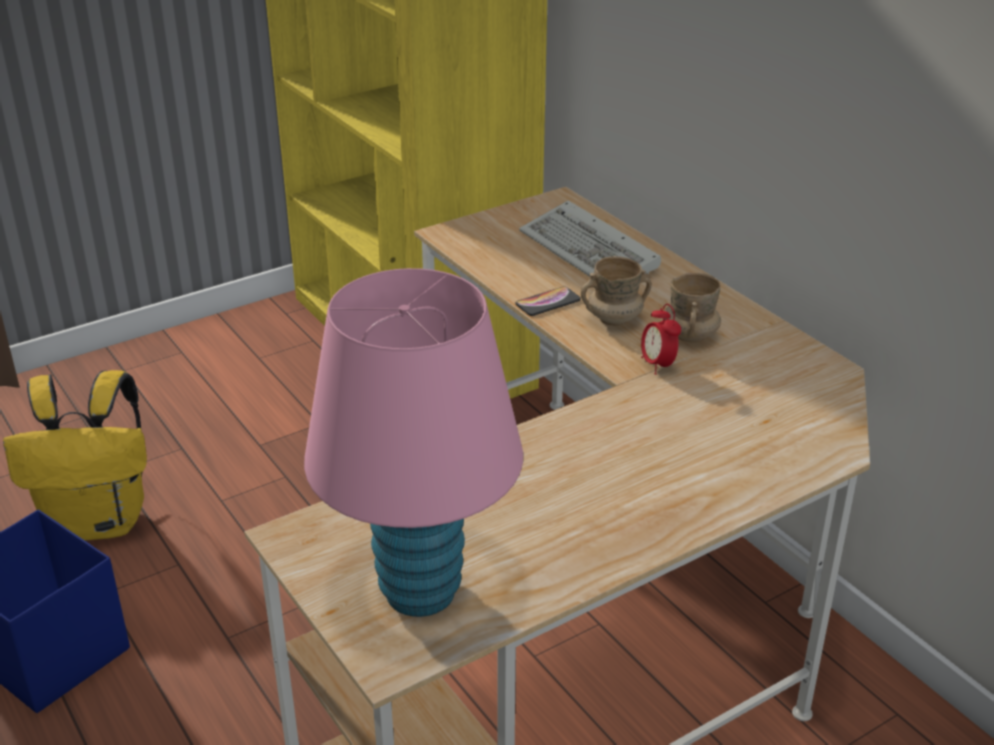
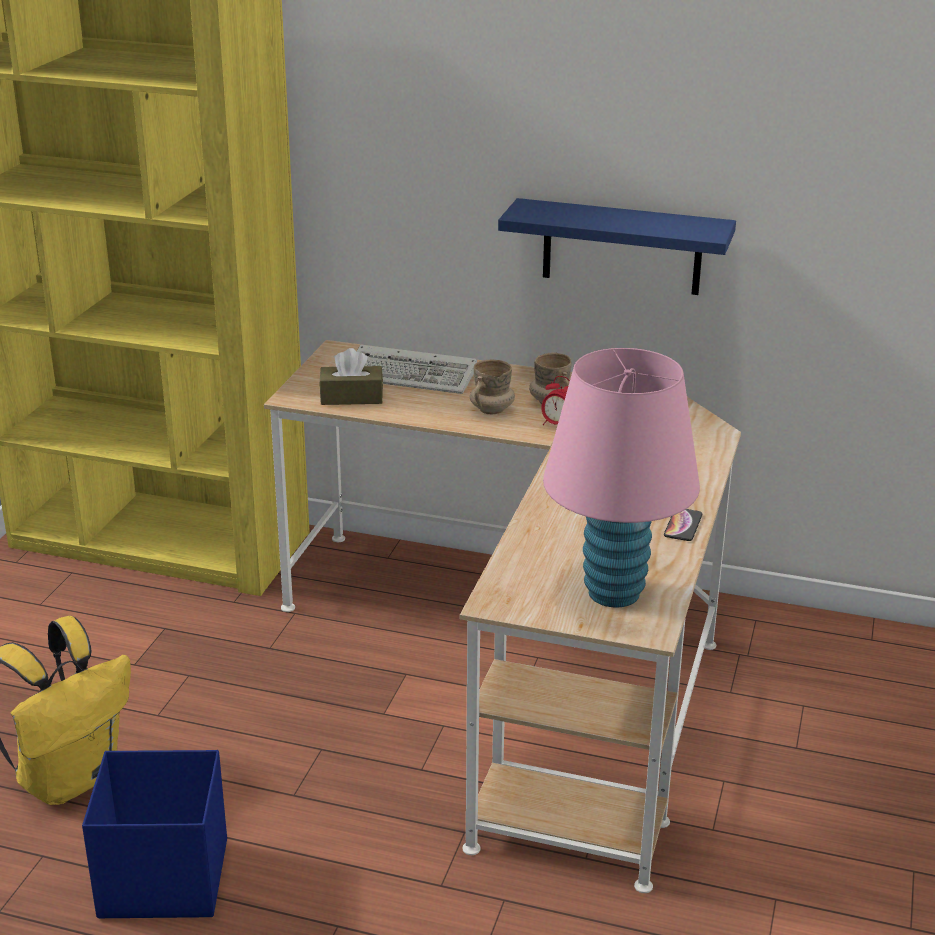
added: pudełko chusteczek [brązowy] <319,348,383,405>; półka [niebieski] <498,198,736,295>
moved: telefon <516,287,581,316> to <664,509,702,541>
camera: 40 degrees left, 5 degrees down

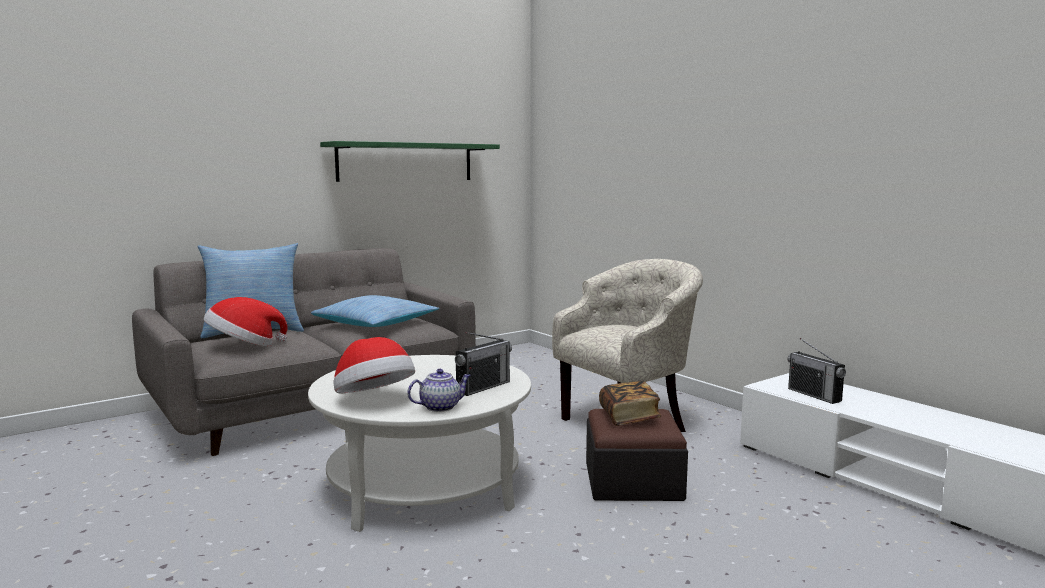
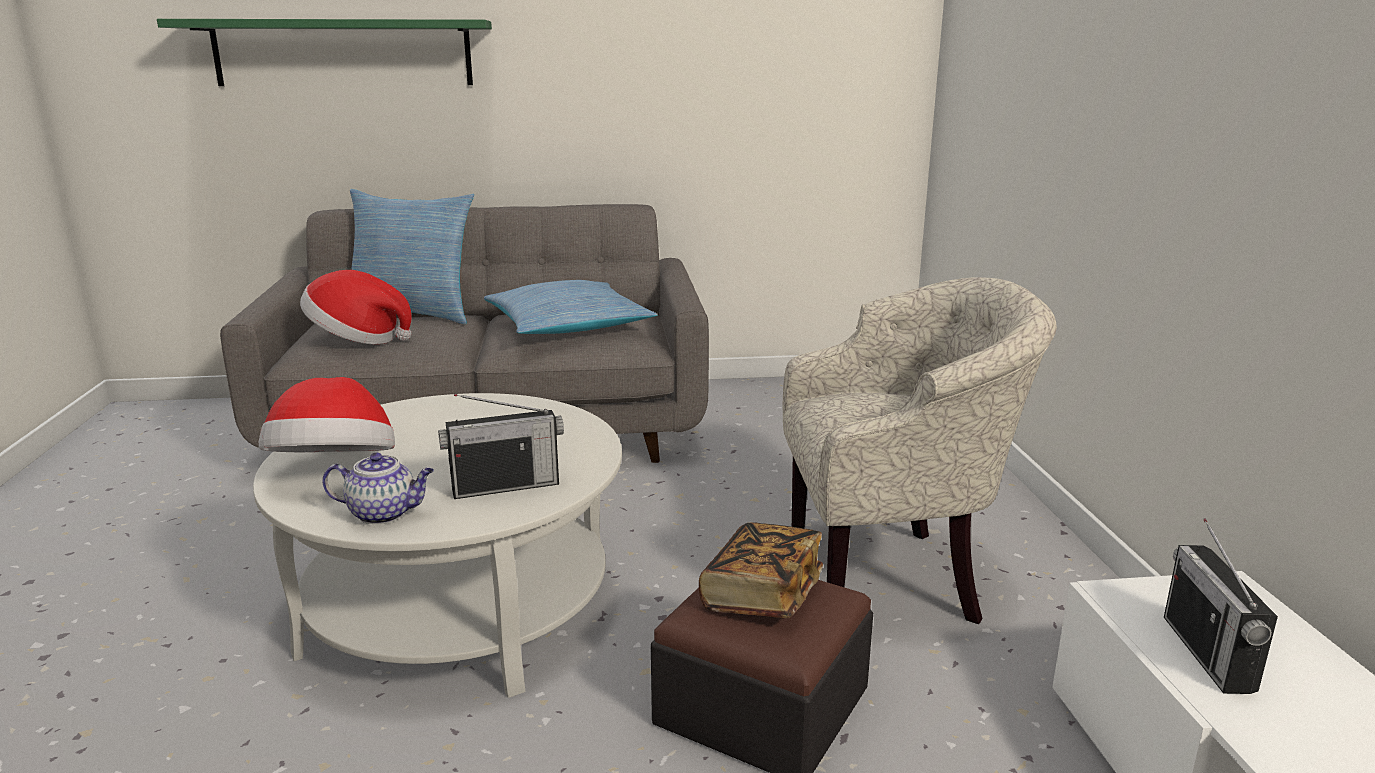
moved: półka [zielony] <320,141,500,182> to <157,19,492,86>
camera: 30 degrees right, 10 degrees up

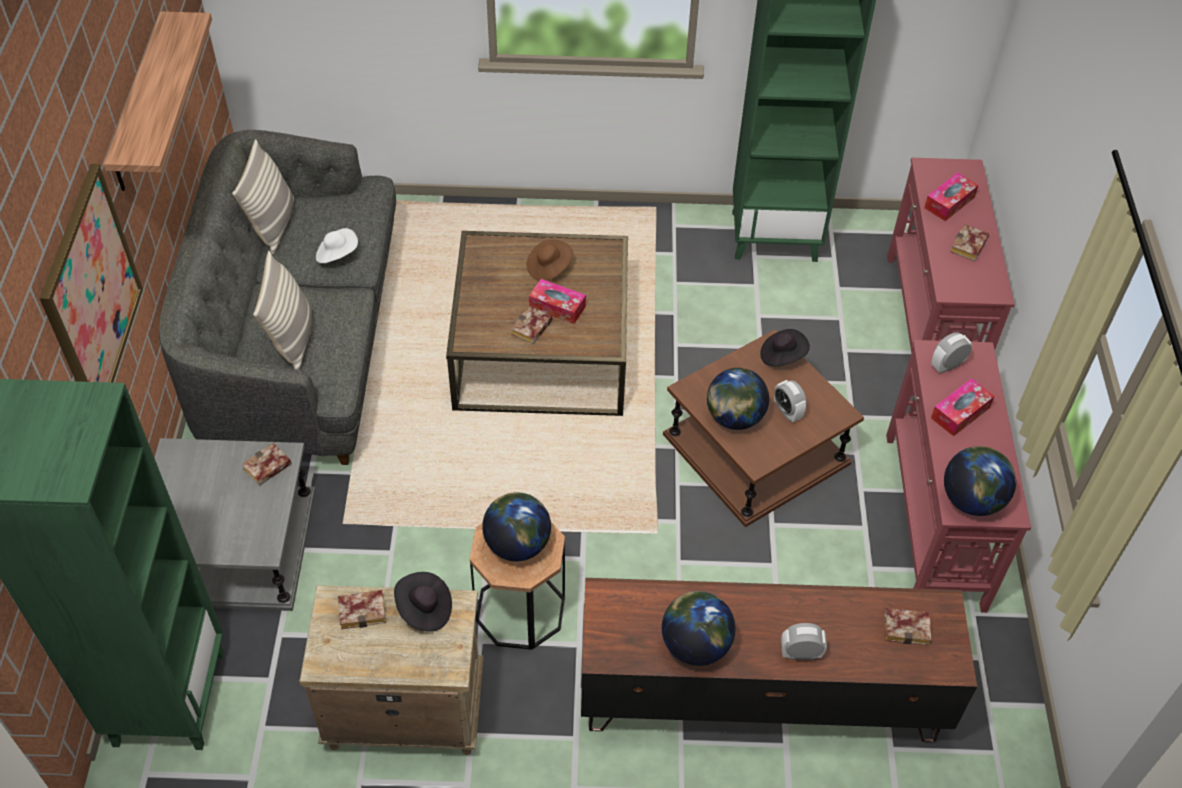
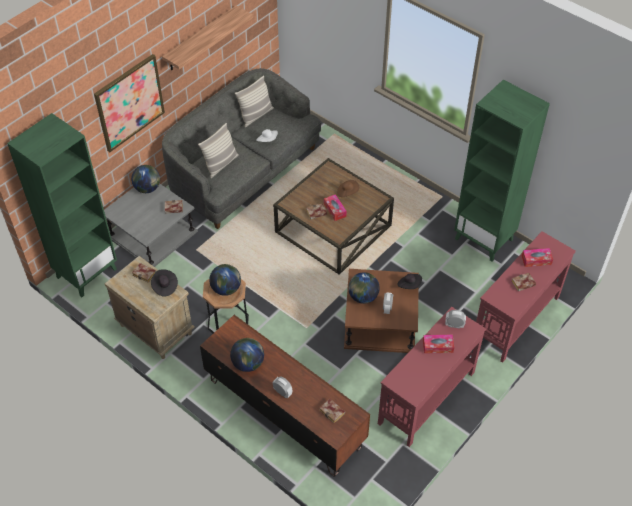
moved: globus <944,446,1016,516> to <131,165,160,193>
camera: 40 degrees right, 0 degrees up

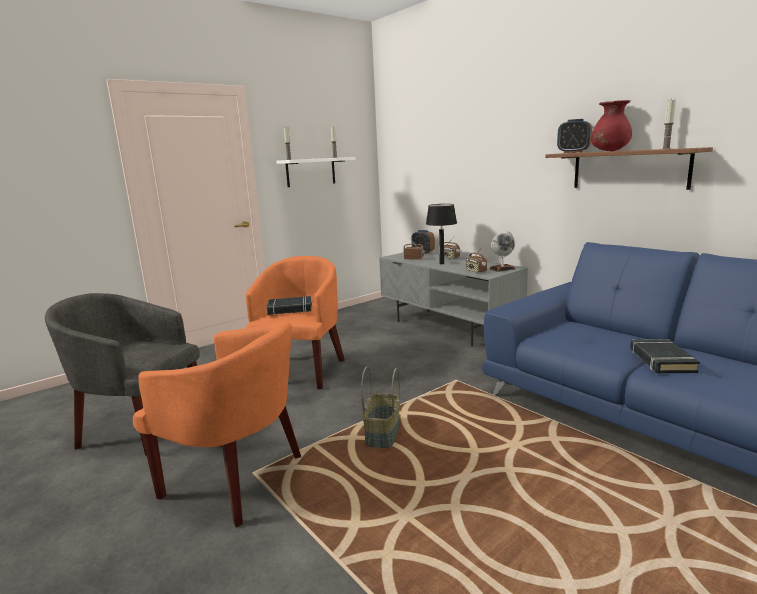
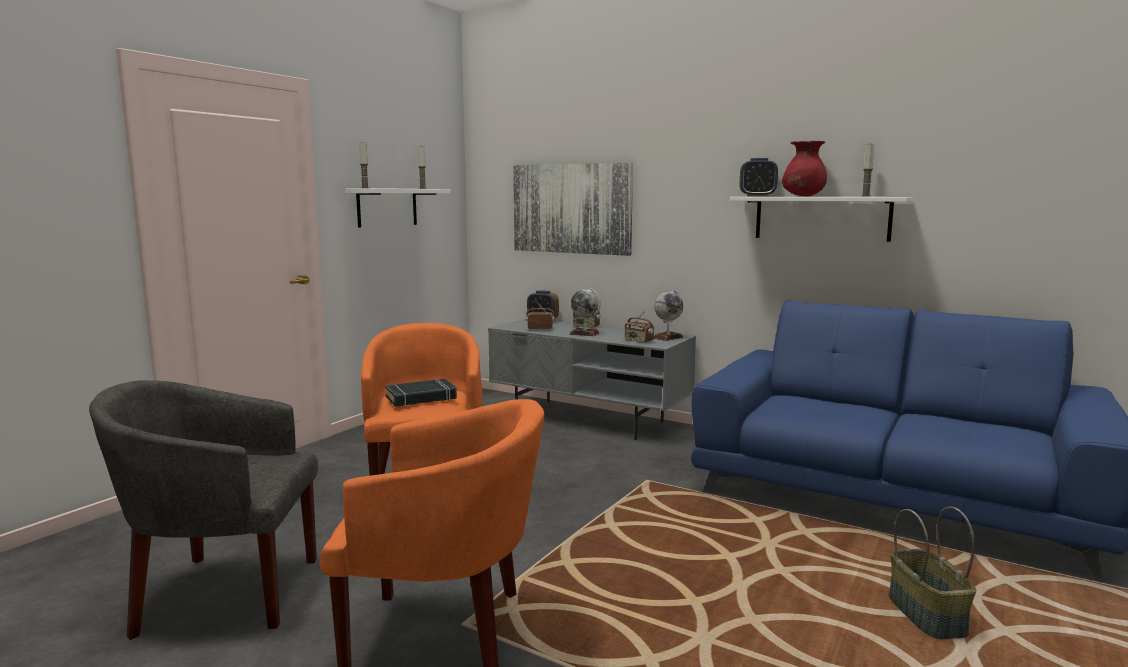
removed: książka [czarny] <630,339,700,373>
added: obraz <513,162,633,256>
moved: koszyk <361,366,400,449> to <889,507,976,640>
replaced: lampa stołowa [czarny] <426,204,457,264> to globus <569,288,601,336>
recoloured: półka [brązowy] <545,147,713,190> to półka [biały] <730,197,913,242>
camera: 20 degrees left, 5 degrees down

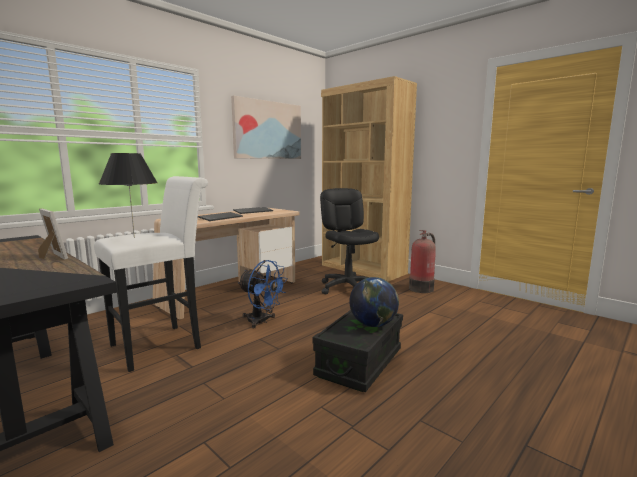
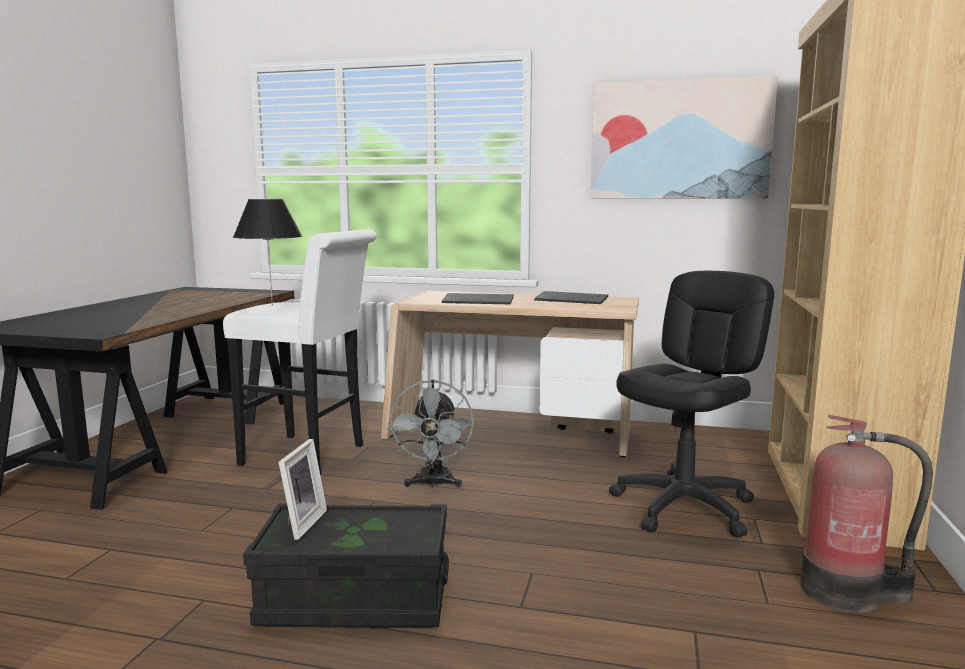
removed: globus <349,277,399,327>
moved: ramka na zdjęcie <38,208,68,259> to <279,439,327,540>
recoloured: wentylator [niebieski] <238,260,288,329> to wentylator [szary] <388,380,474,489>
camera: 60 degrees right, 0 degrees up

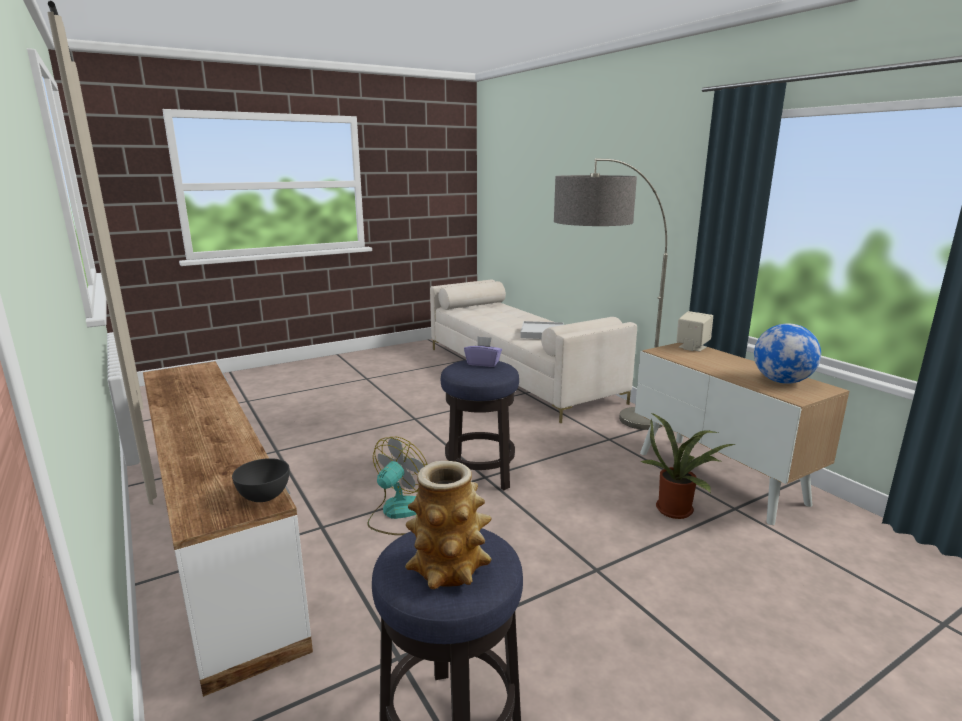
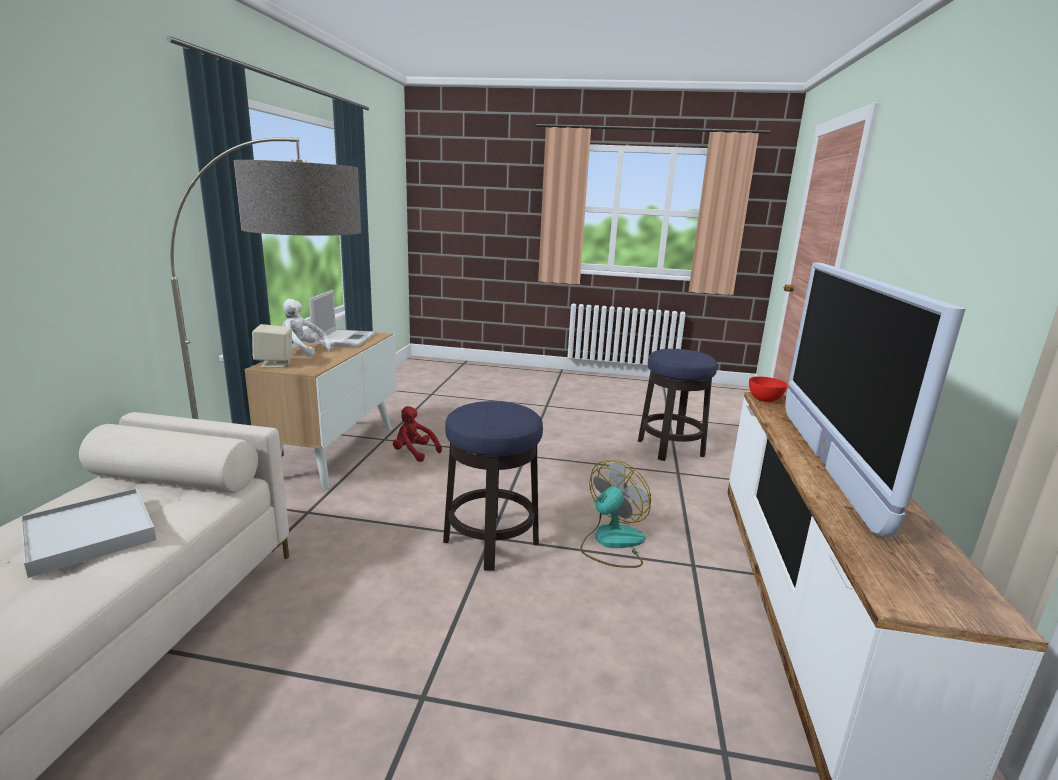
removed: wazon <405,461,492,589>; pudełko chusteczek [fioletowy] <464,336,502,367>
added: pluszak [biały] <283,299,333,357>; telewizor <786,262,965,538>
replaced: globus <754,324,821,384> to laptop <309,290,375,347>; roślina doniczkowa <640,413,735,519> to pluszak [czerwony] <393,406,442,462>
recoloured: miska [szary] <232,458,290,502> to miska [czerwony] <749,376,788,402>
turned: wentylator <367,437,428,535> = <581,460,651,568> 150 degrees clockwise
camera: 140 degrees left, 0 degrees up

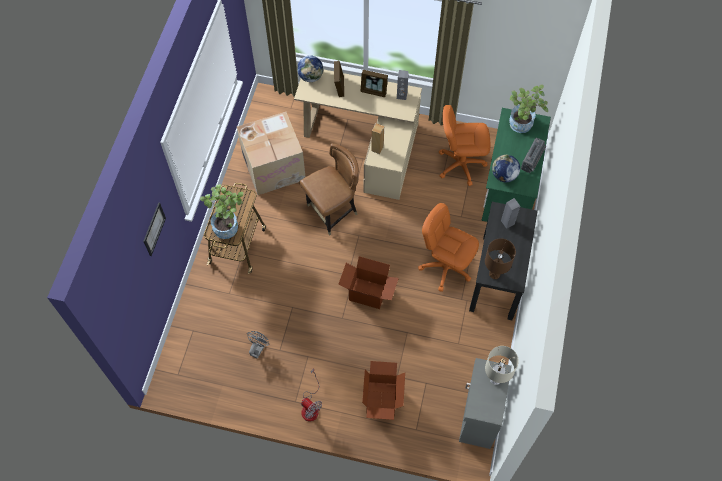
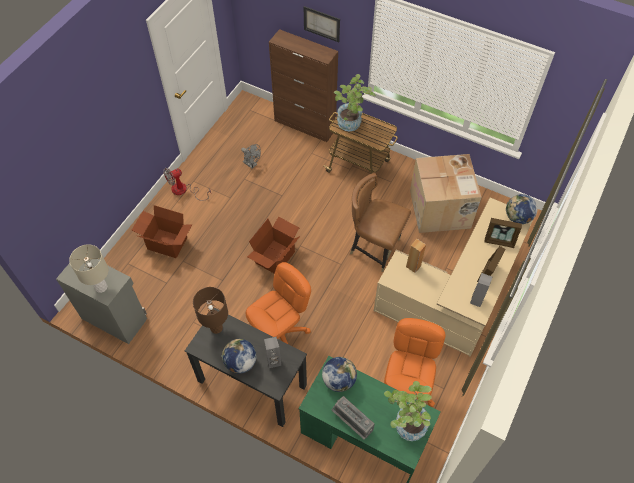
added: globus <222,339,257,374>; szafka [brązowy] <269,29,338,142>
turned: krzesło [brązowy] <299,143,359,236> = <350,173,411,272> 135 degrees clockwise
camera: 105 degrees right, 5 degrees down

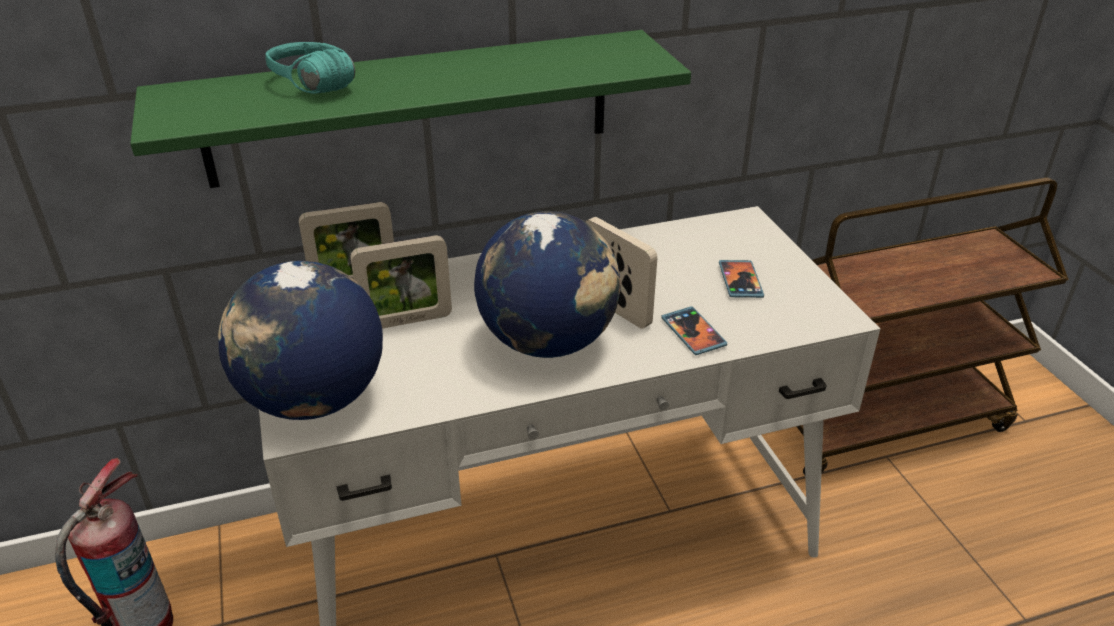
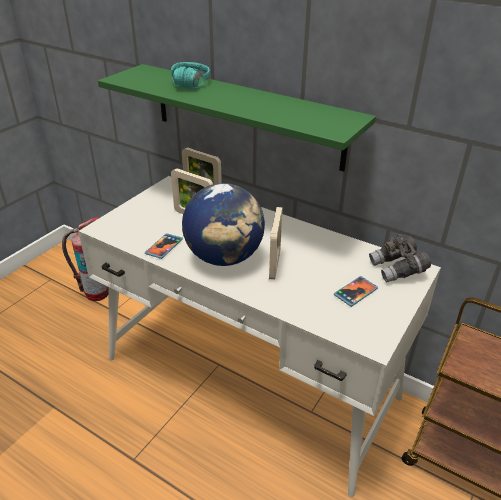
removed: globus <218,261,383,420>
added: lornetka [szary] <369,234,431,283>
moved: telefon <662,306,727,355> to <145,233,183,259>
camera: 50 degrees right, 0 degrees up

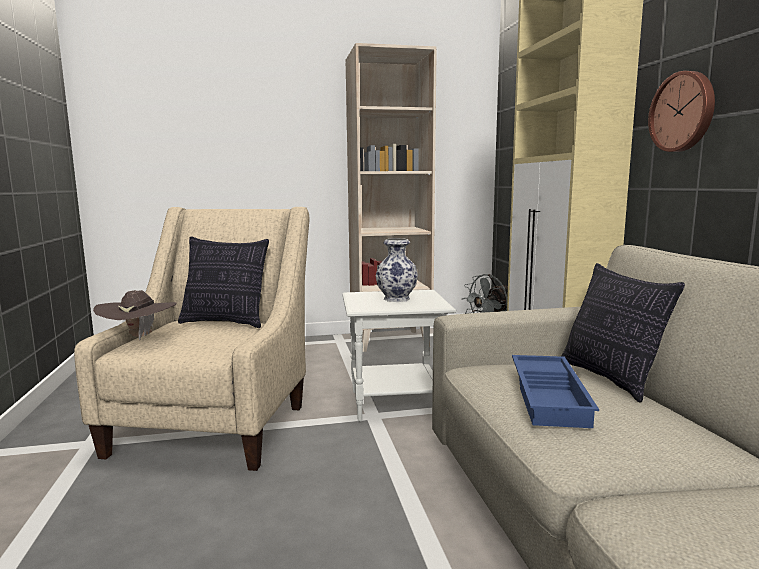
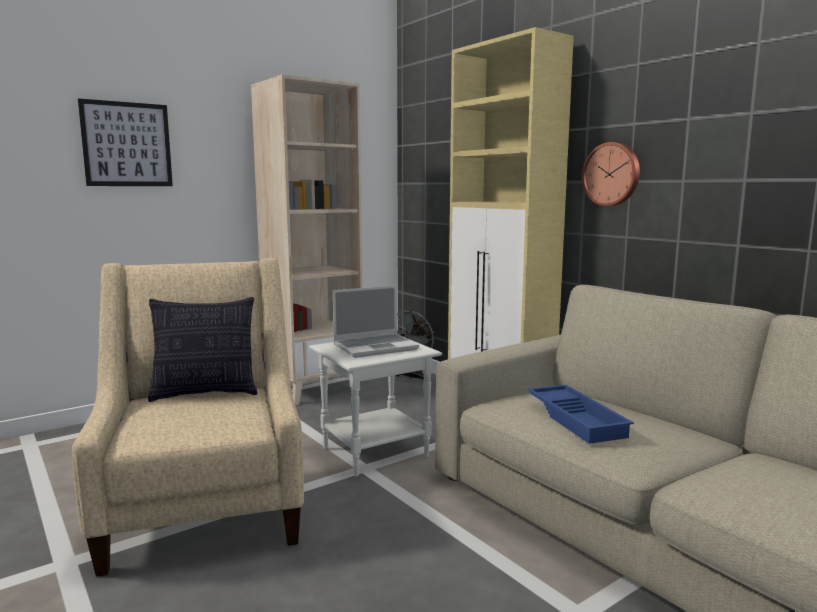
removed: kapelusz [brązowy] <93,290,177,340>; poduszka <561,263,685,403>
added: obraz <78,98,173,186>
replaced: wazon <376,238,418,302> to laptop <333,285,419,358>
camera: 25 degrees left, 0 degrees up

